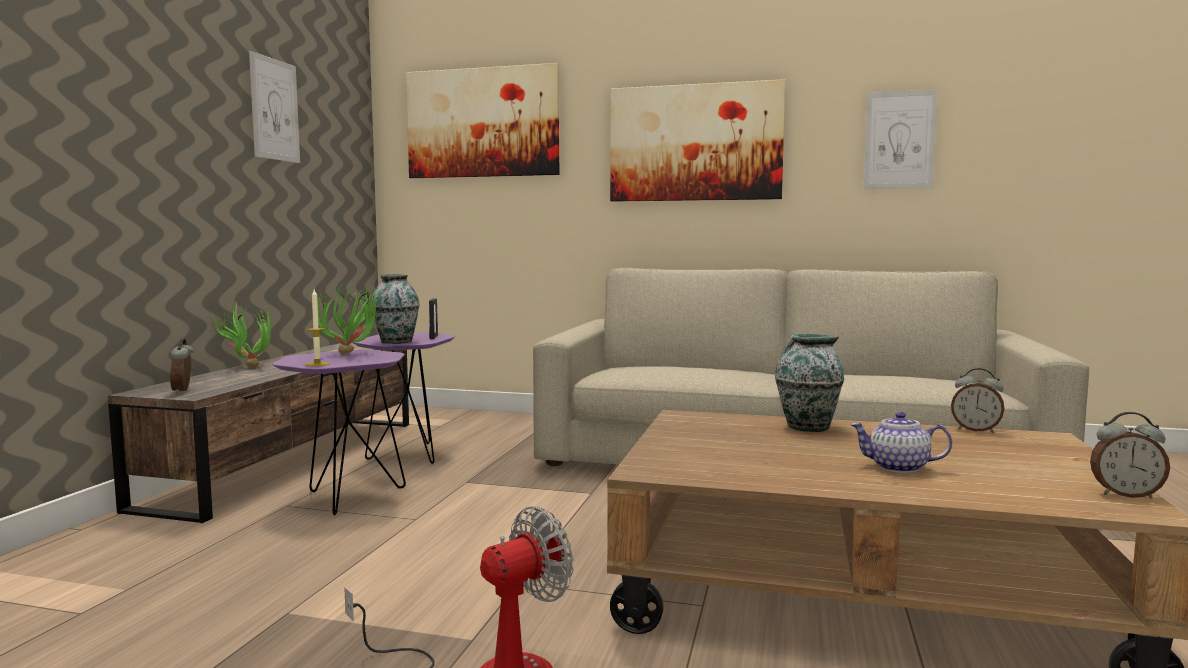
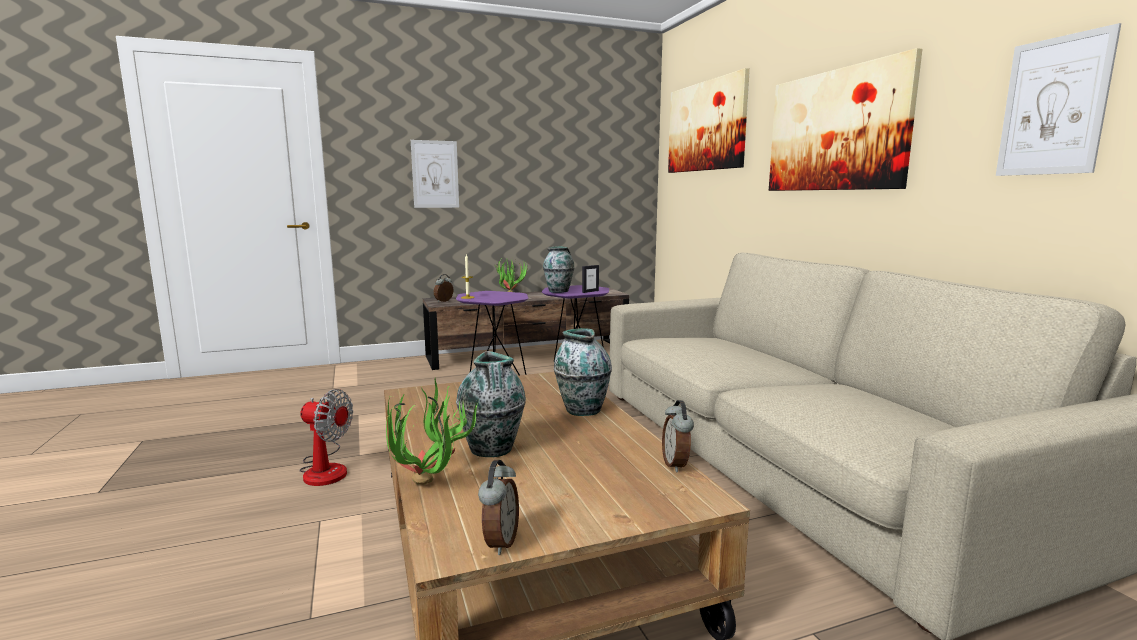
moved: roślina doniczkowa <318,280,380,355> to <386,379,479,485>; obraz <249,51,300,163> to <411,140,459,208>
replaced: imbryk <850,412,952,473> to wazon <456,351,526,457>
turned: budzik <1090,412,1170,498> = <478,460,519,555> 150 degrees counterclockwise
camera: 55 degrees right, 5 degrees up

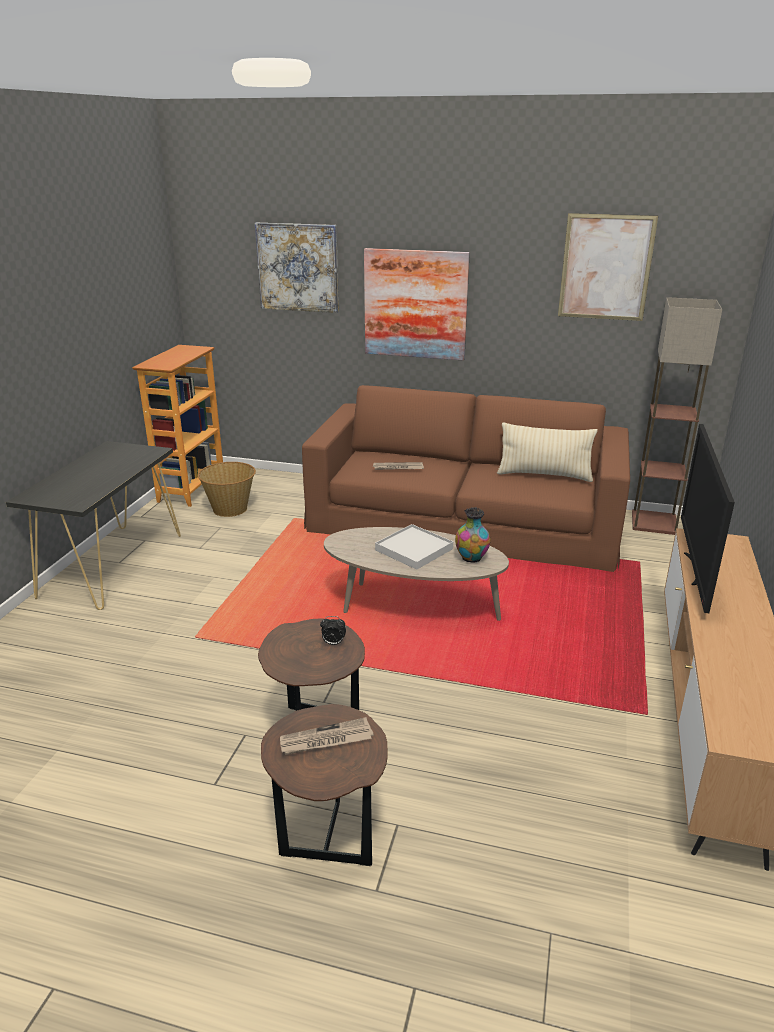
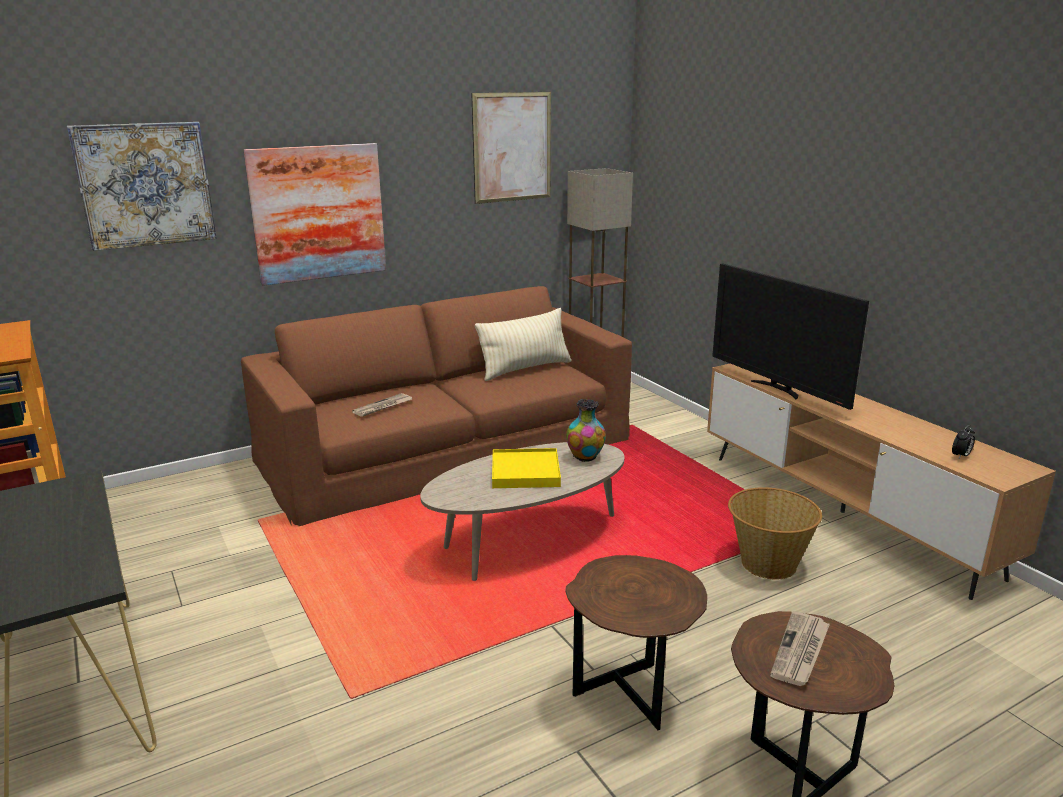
moved: koszyk <198,462,256,517> to <728,487,822,580>; budzik <320,616,346,645> to <952,425,975,458>
recoloured: taca [biały] <375,524,453,570> to taca [żółty] <492,448,561,488>
camera: 45 degrees left, 5 degrees down

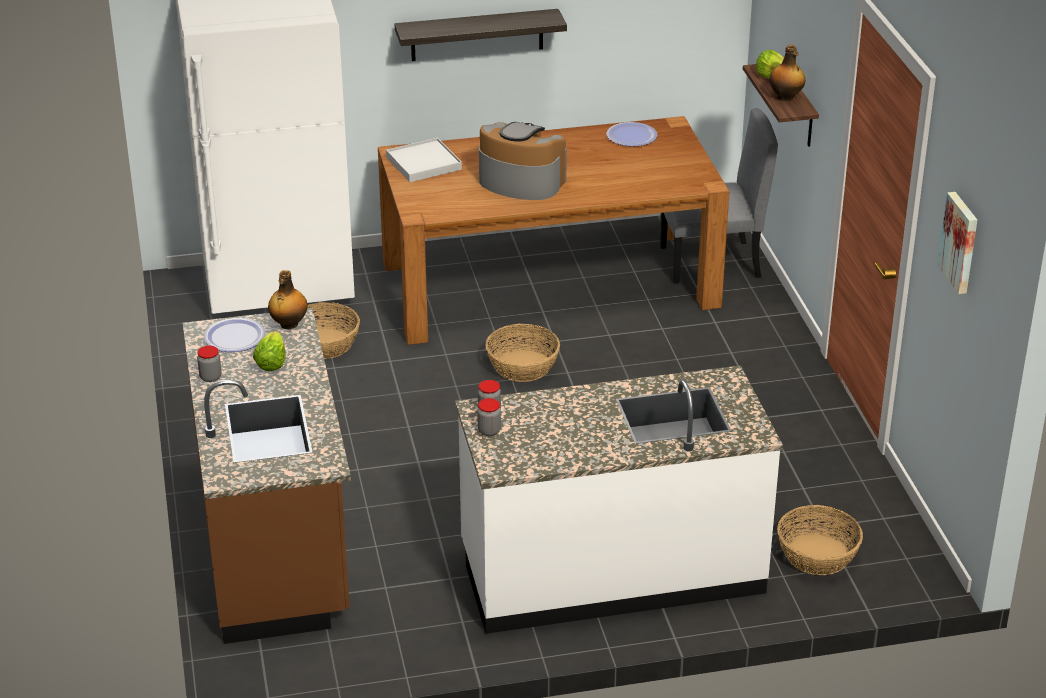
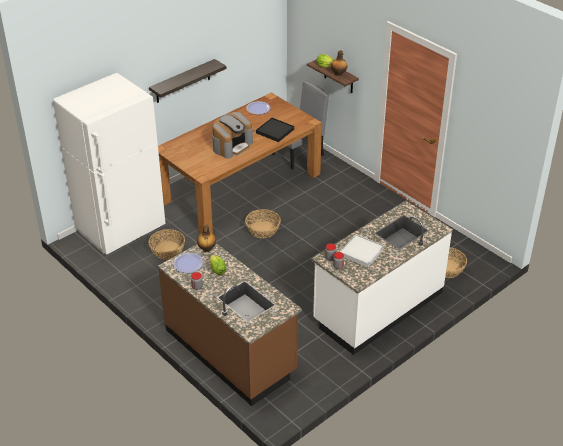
removed: obraz <937,192,977,294>
added: taca [czarny] <256,118,294,142>
moved: taca [biały] <386,138,462,182> to <340,234,384,267>
turned: ekspres do kawy <479,122,567,200> = <212,112,253,159> 135 degrees clockwise
camera: 30 degrees left, 5 degrees up

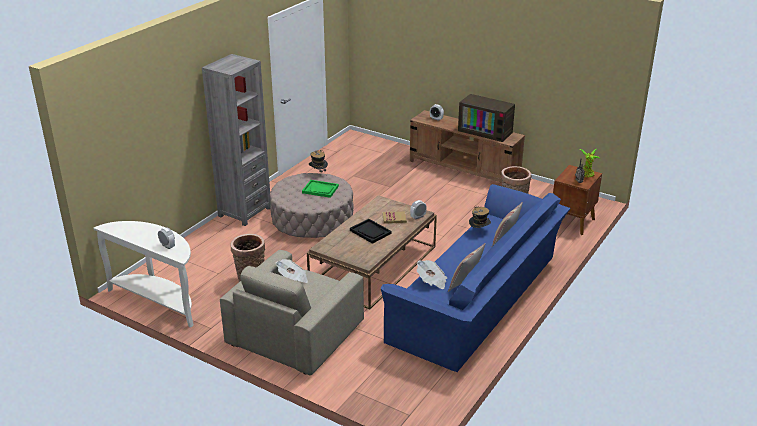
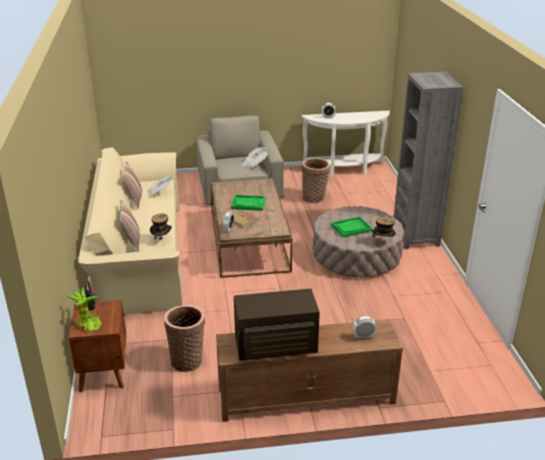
recoloured: kanapa [niebieski] <381,184,571,372> to kanapa [beżowy] <79,147,183,314>; taca [czarny] <350,219,392,244> to taca [zielony] <231,195,265,211>
camera: 140 degrees right, 0 degrees up

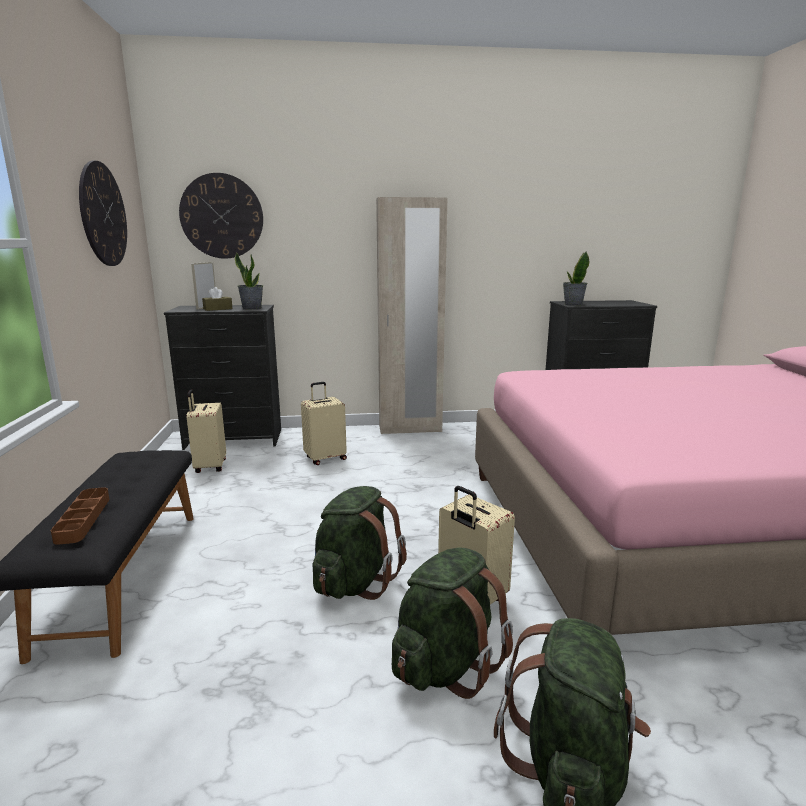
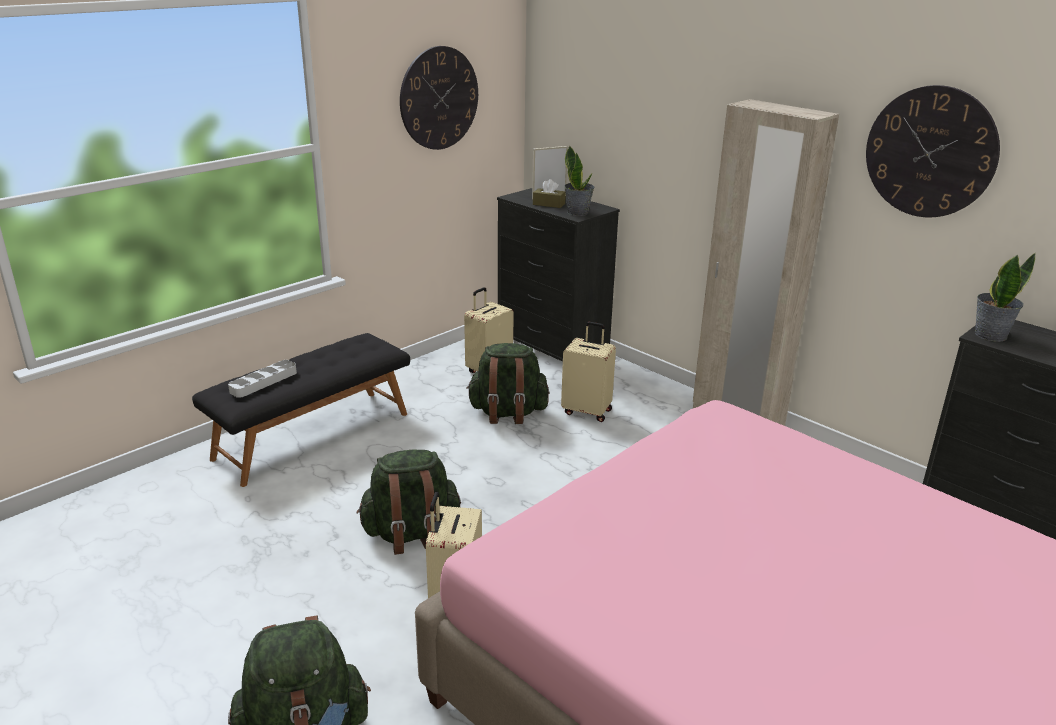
moved: plecak [zielony] <392,547,513,699> to <466,343,549,424>; zegar ścienny <179,173,263,259> to <866,85,1000,218>
recoloured: taca [brązowy] <51,487,110,545> to taca [szary] <228,360,297,398>
camera: 50 degrees right, 10 degrees up

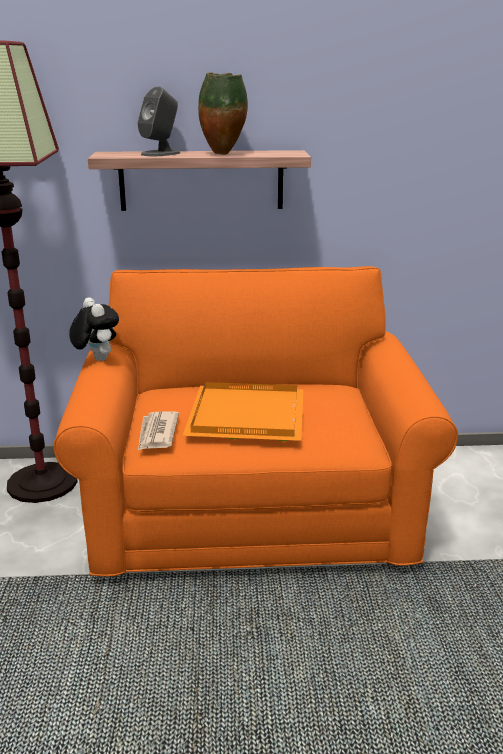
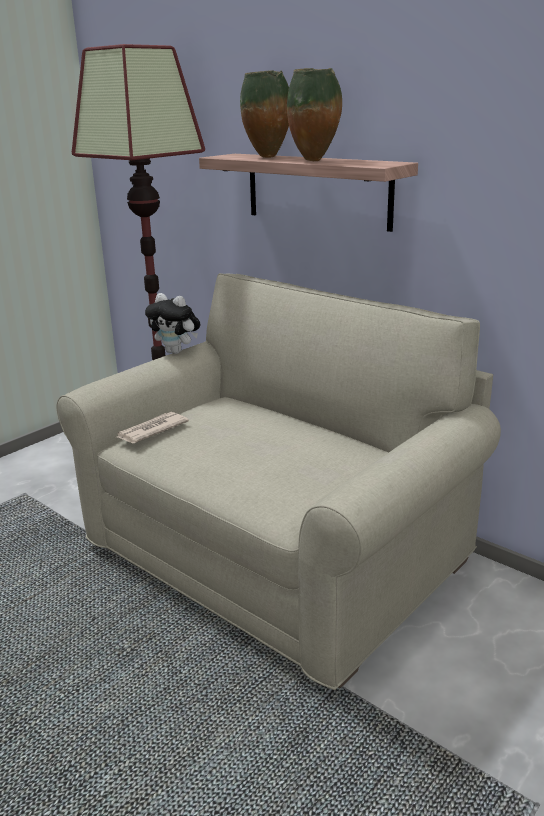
removed: taca [pomarańczowy] <183,382,303,441>
replaced: głośnik [szary] <138,86,180,156> to wazon <240,70,289,158>
recoloured: kanapa [pomarańczowy] <53,266,458,576> to kanapa [beżowy] <57,273,501,690>
turned: pluszak <69,297,119,361> = <145,293,201,354> 105 degrees clockwise
camera: 45 degrees right, 0 degrees up

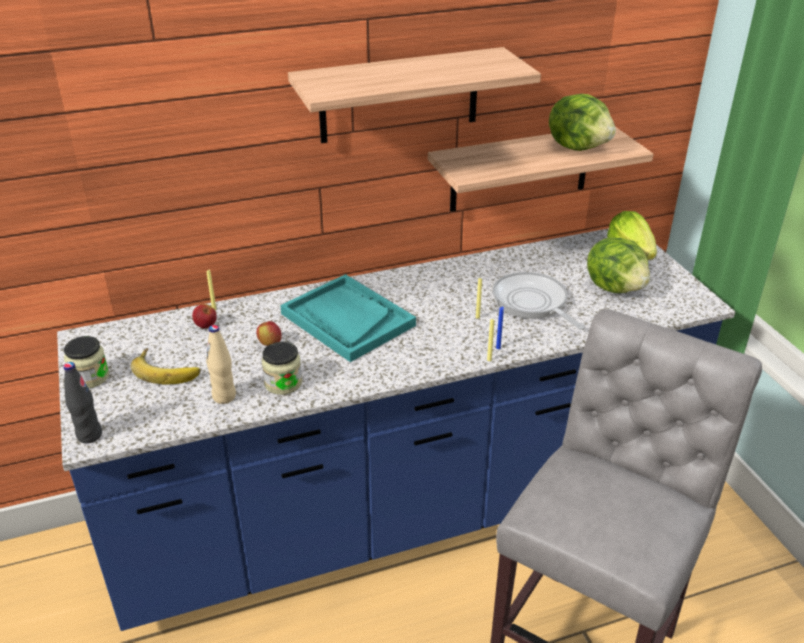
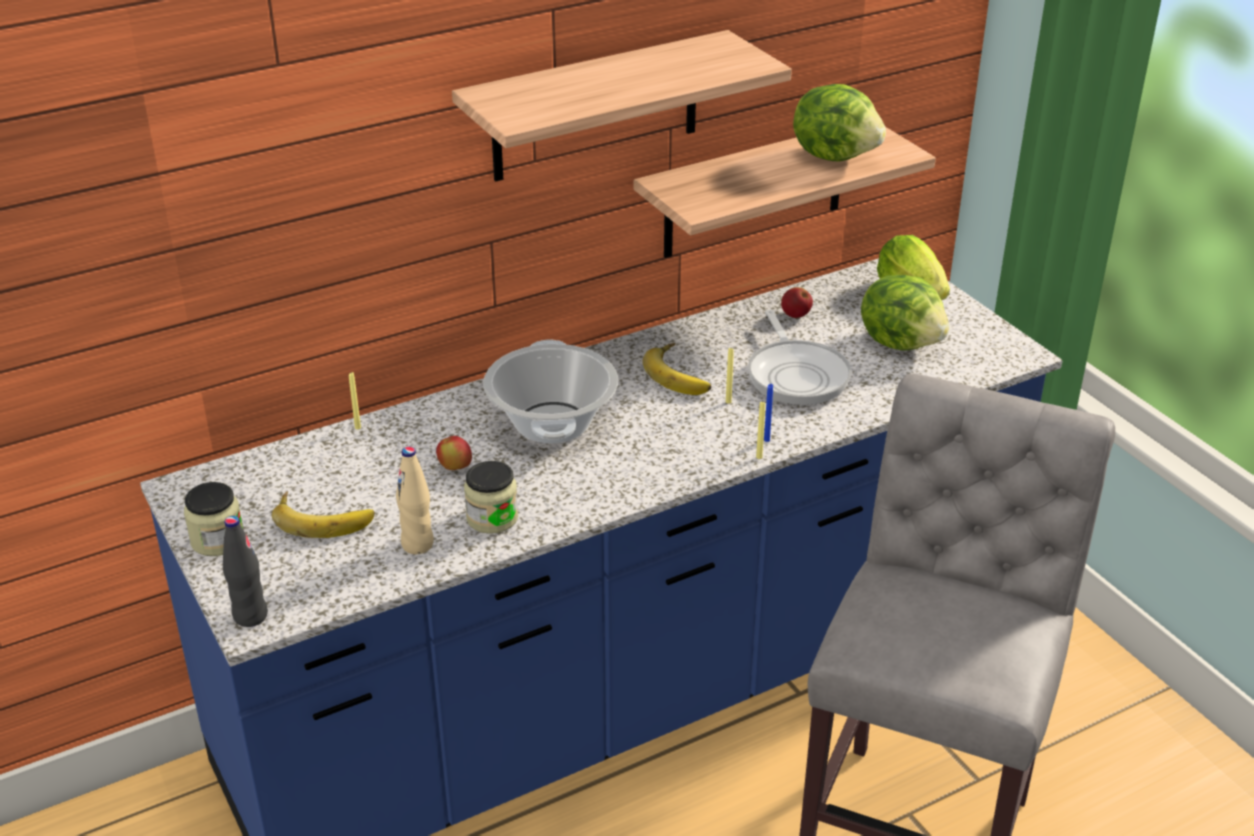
added: banan <643,343,711,395>
moved: jabłko <192,304,217,329> to <781,287,813,318>
replaced: taca [turkusowy] <280,274,416,362> to garnek <483,340,618,443>
turned: patelnia <493,272,585,330> = <748,310,851,405> 150 degrees counterclockwise
camera: 10 degrees left, 0 degrees up

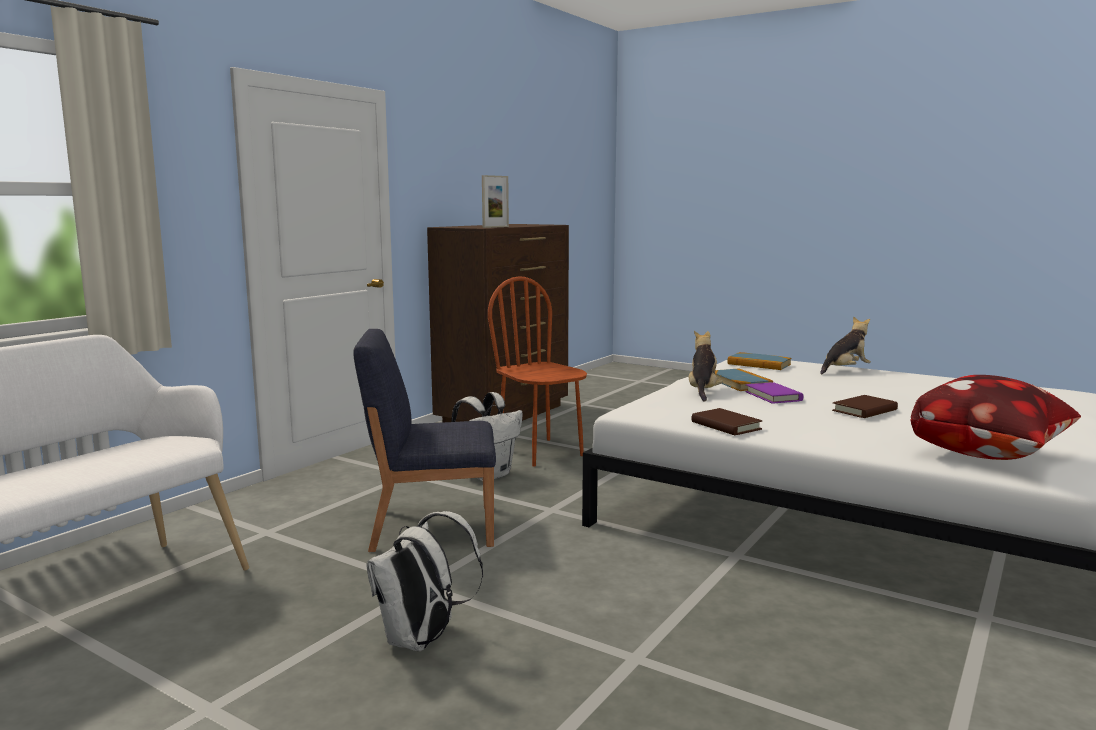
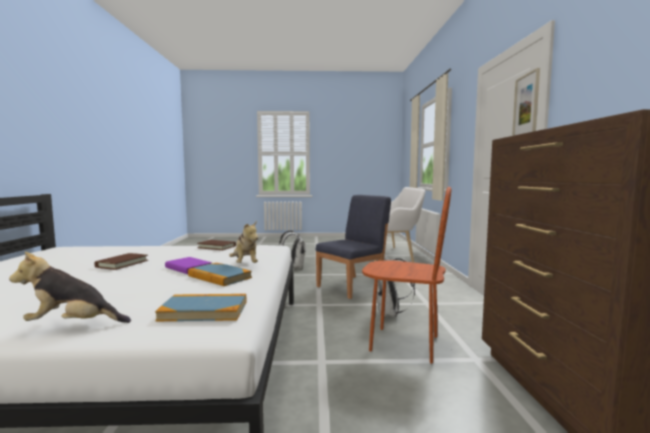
removed: poduszka <910,375,1081,460>
turned: pluszak <820,316,871,375> = <9,252,131,323> 60 degrees clockwise
camera: 145 degrees right, 5 degrees down

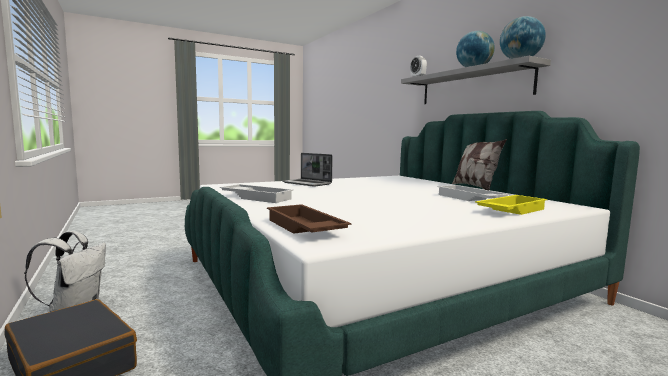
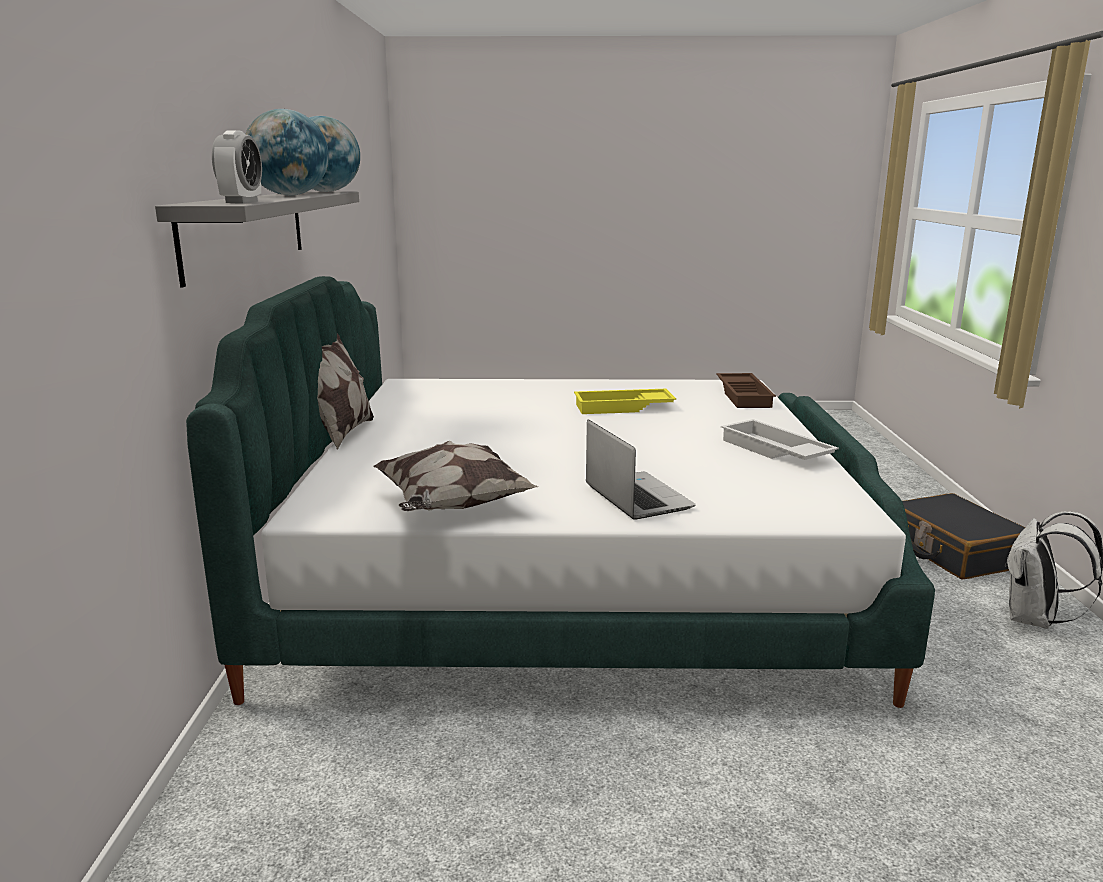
removed: taca [biały] <437,185,510,201>
added: poduszka <373,441,538,511>
moved: taca [żółty] <475,195,548,215> to <574,389,676,414>
camera: 150 degrees left, 10 degrees up

